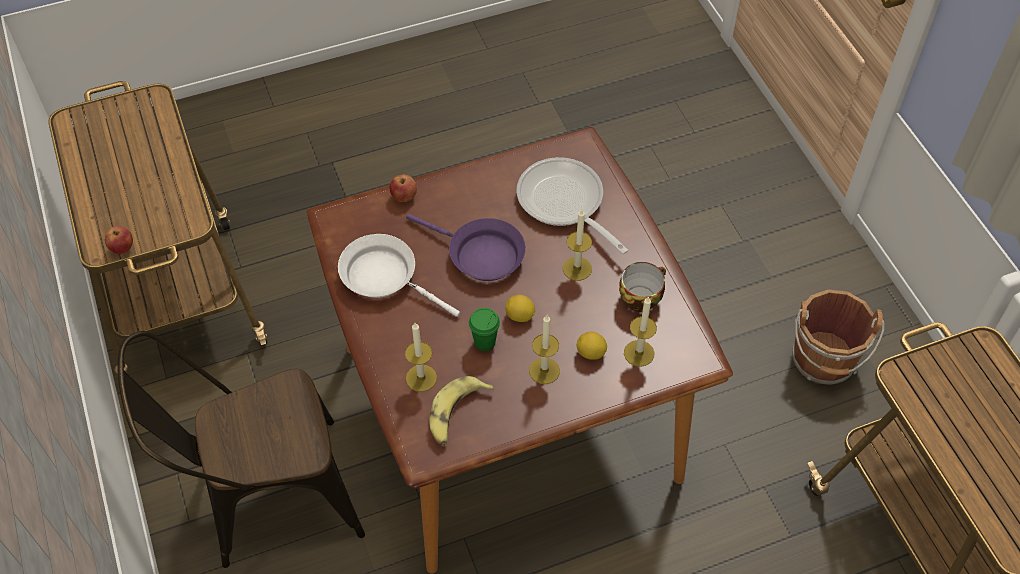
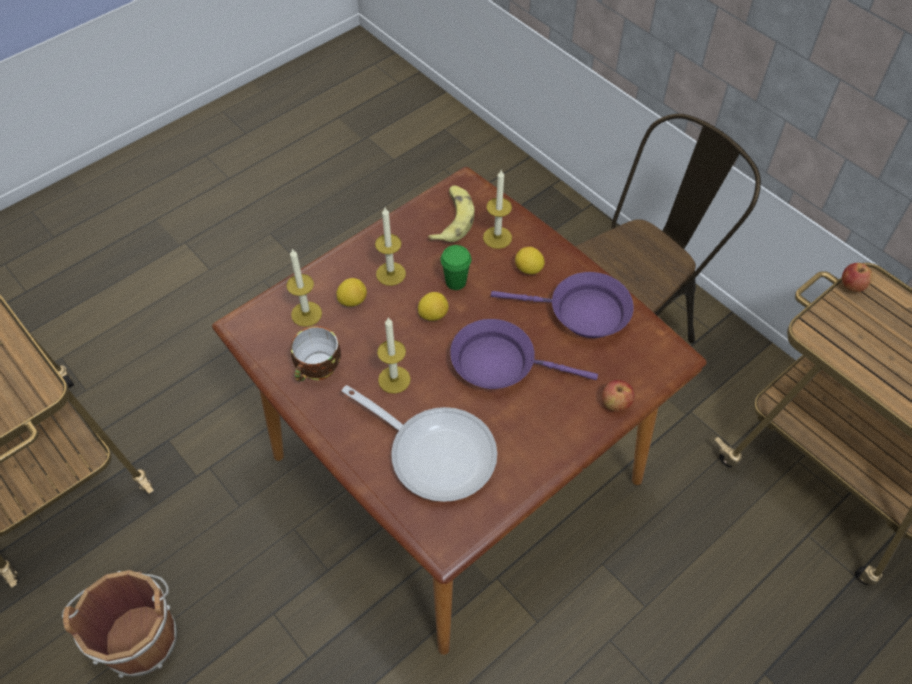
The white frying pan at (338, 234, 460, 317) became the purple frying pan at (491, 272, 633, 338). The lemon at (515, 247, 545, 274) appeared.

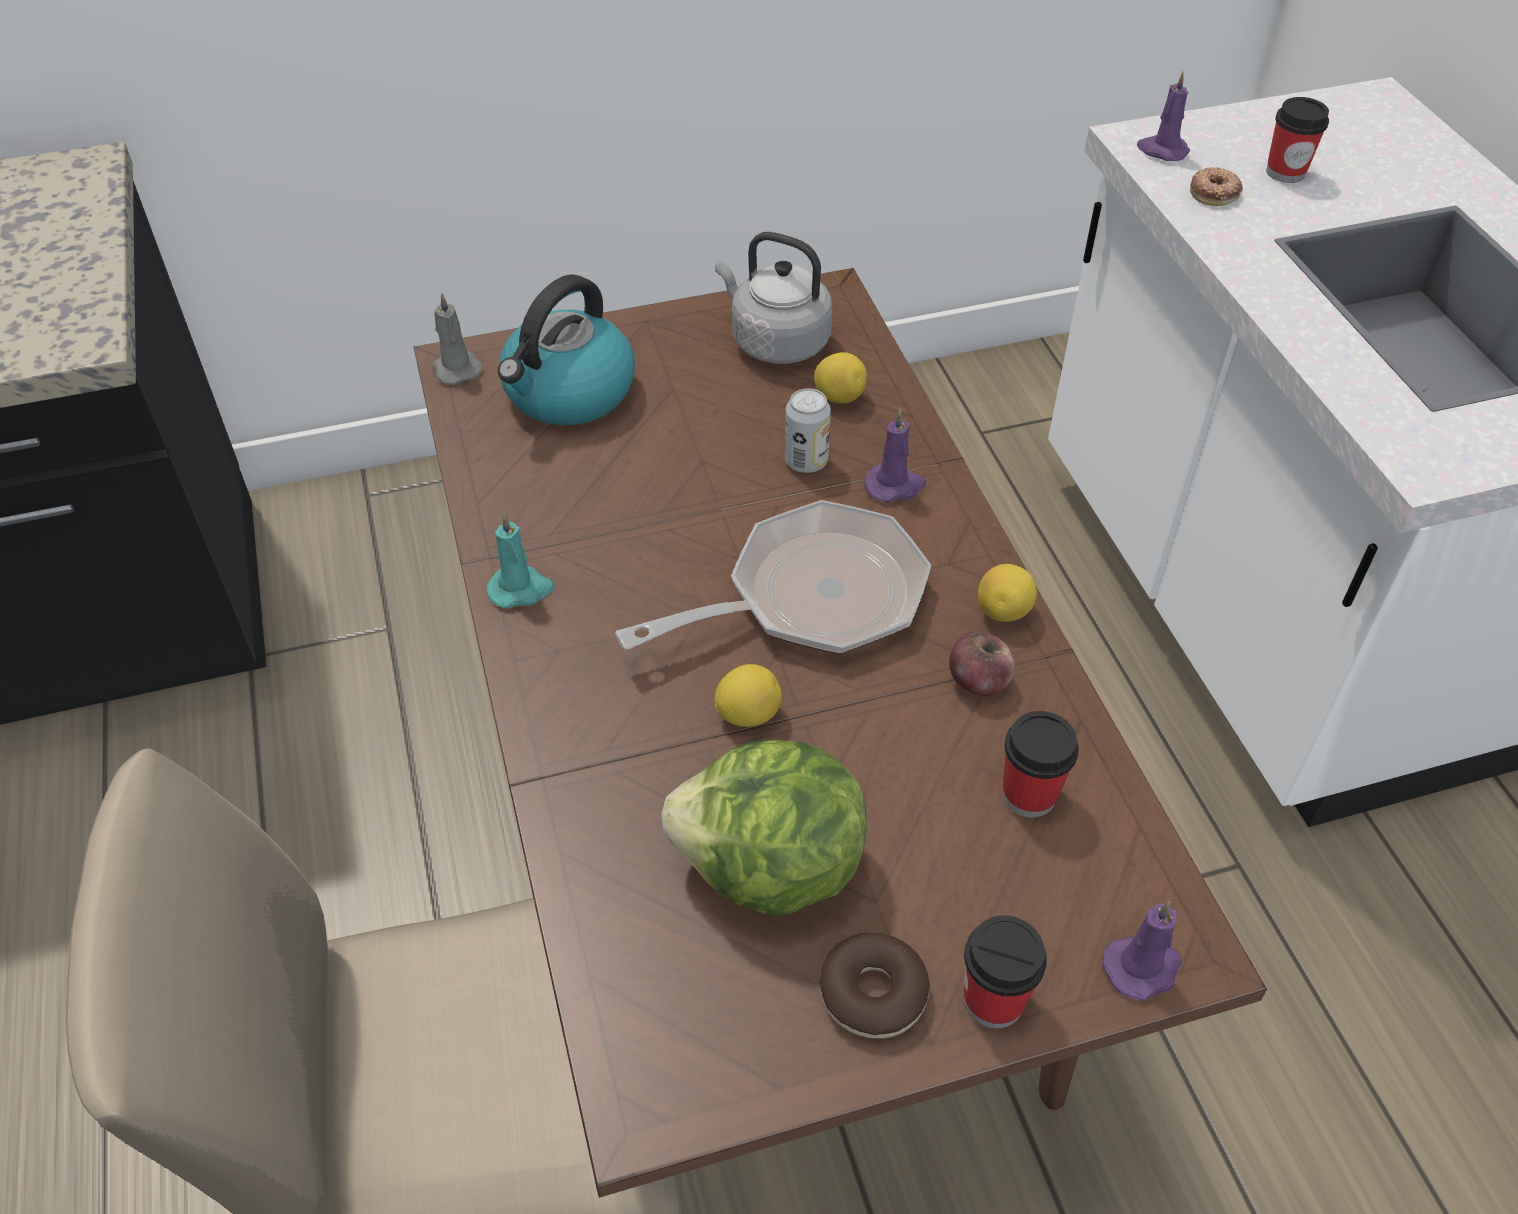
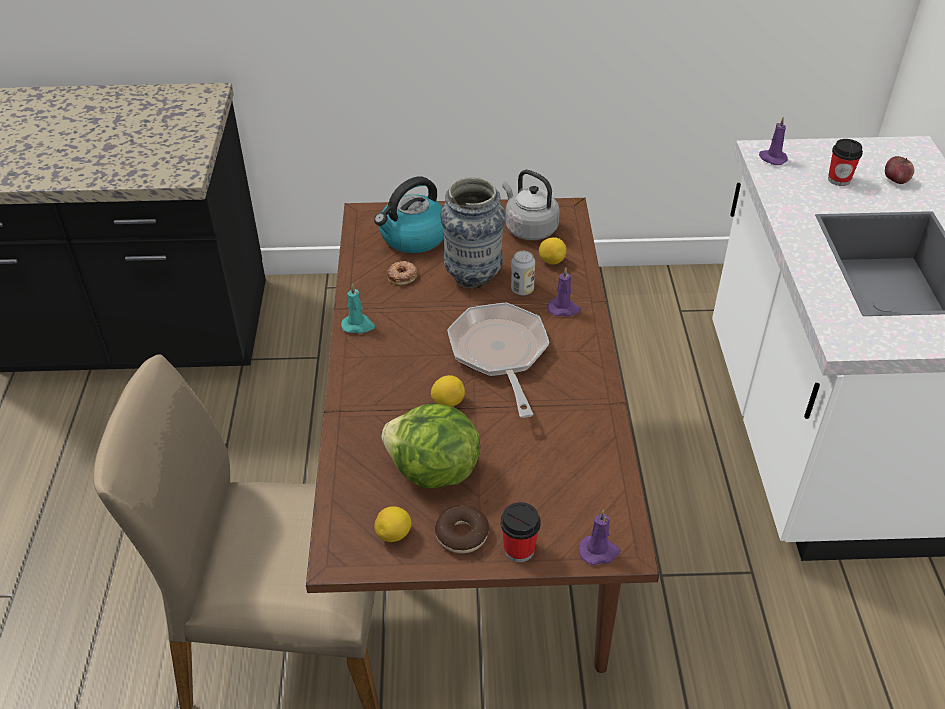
The grey candle at (433, 292, 483, 385) disappeared. The frying pan at (615, 500, 931, 654) turned 90 degrees counterclockwise. The apple moved from (949, 632, 1014, 696) to (885, 156, 914, 184). The lemon moved from (978, 564, 1037, 622) to (375, 506, 411, 542). The cup at (1002, 711, 1079, 817) disappeared. The donut moved from (1190, 167, 1243, 206) to (387, 261, 417, 285). The vase at (440, 177, 506, 289) appeared.

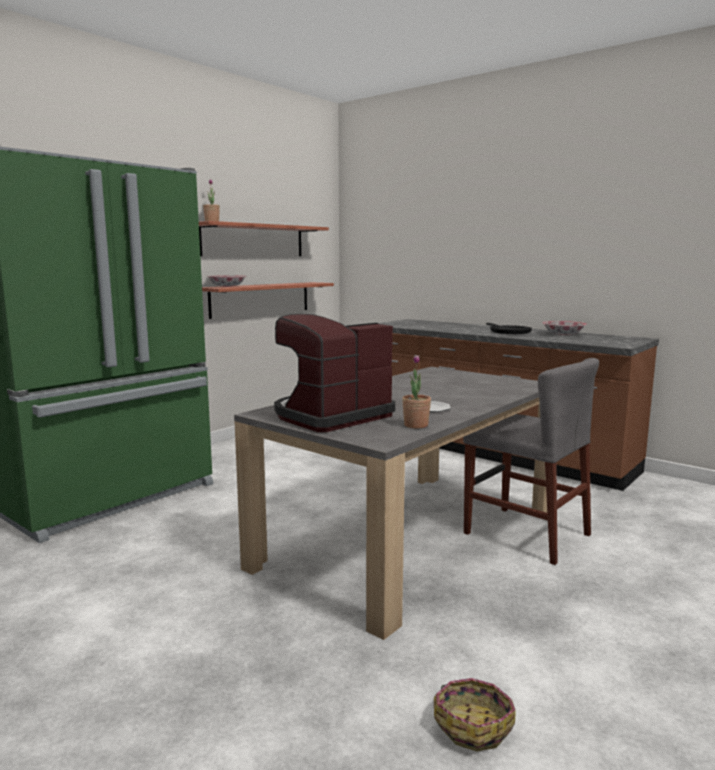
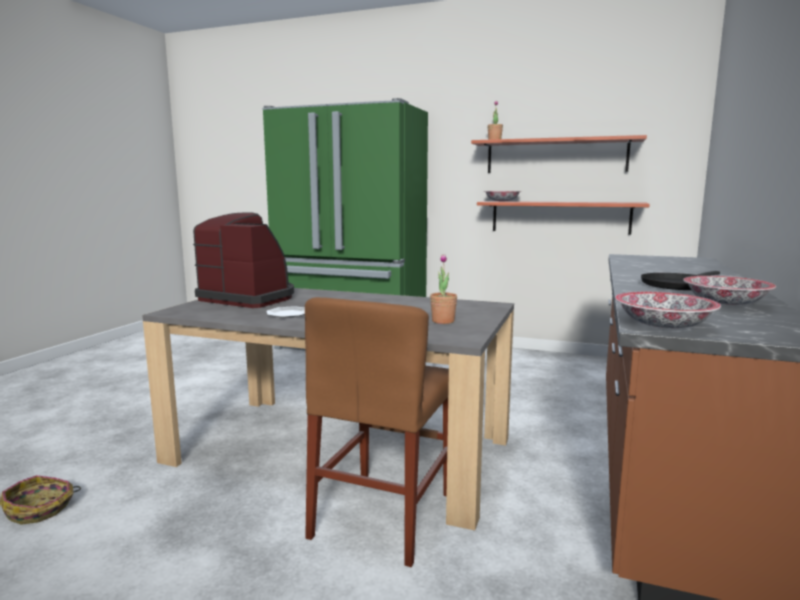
The potted plant moved from (402, 355, 431, 428) to (430, 254, 457, 324). The grey chair at (463, 358, 599, 565) became the brown chair at (305, 297, 449, 567). The bowl at (615, 292, 721, 328) appeared.

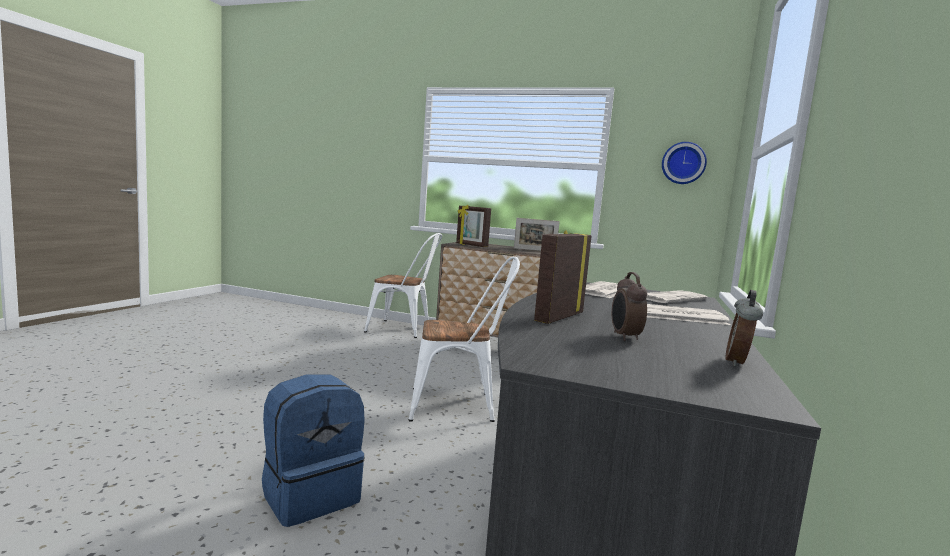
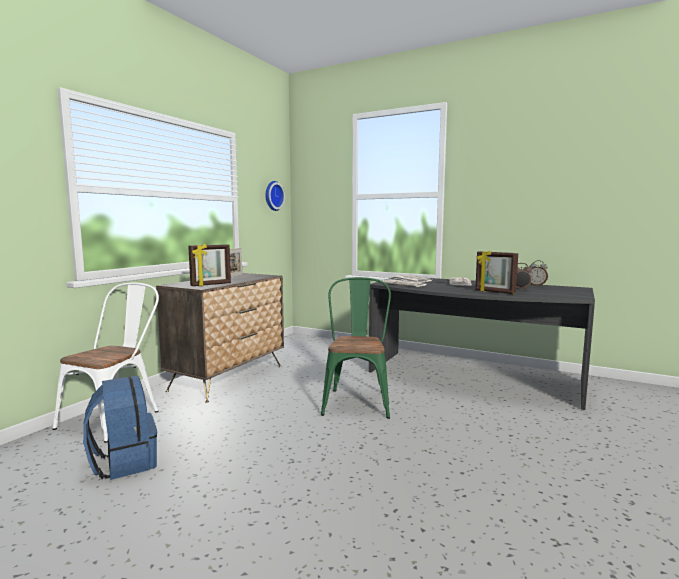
The blue backpack moved from (262, 374, 365, 527) to (83, 375, 157, 480). The white chair at (408, 256, 520, 422) became the green chair at (321, 277, 391, 419).

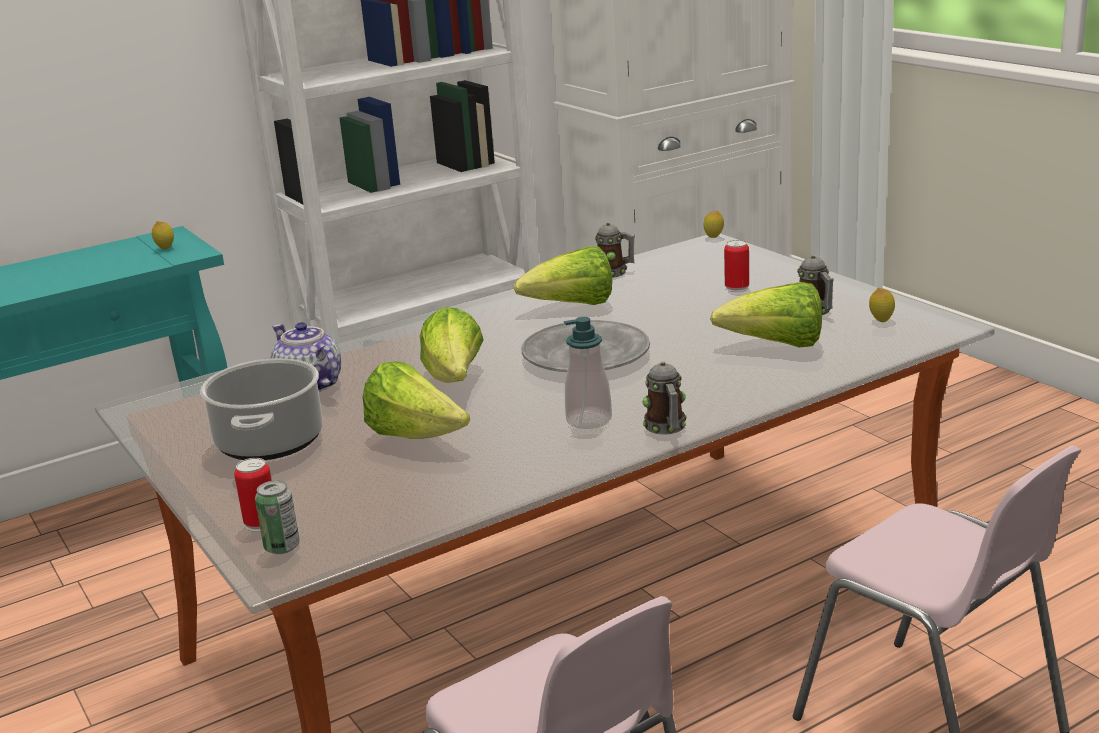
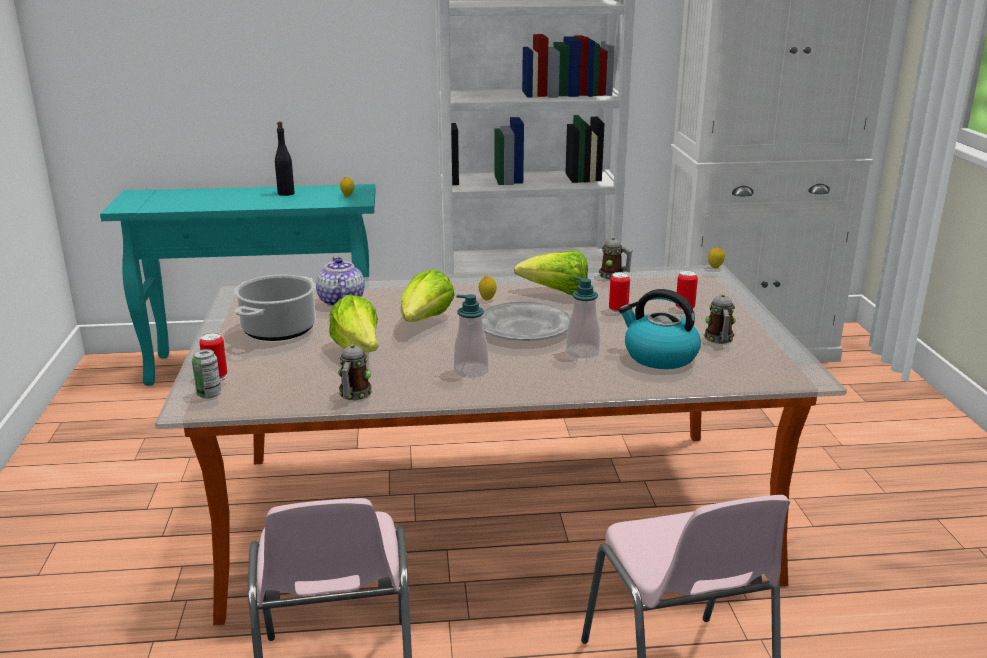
The mug moved from (643, 361, 687, 435) to (338, 344, 372, 400). The lettuce at (710, 282, 822, 347) was replaced by the kettle at (619, 289, 701, 369). The lemon moved from (869, 288, 895, 322) to (479, 275, 497, 300). The black bottle at (275, 122, 295, 196) appeared. The soap dispenser at (566, 276, 600, 359) appeared. The can at (609, 272, 630, 314) appeared.

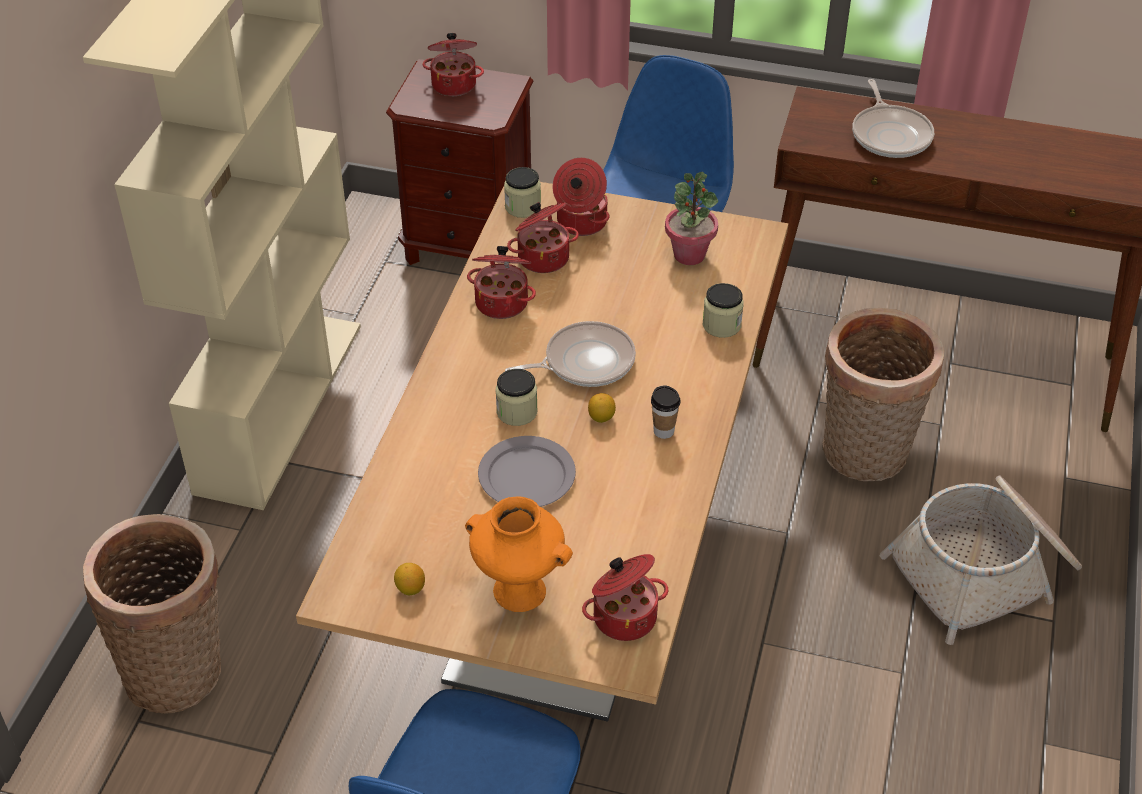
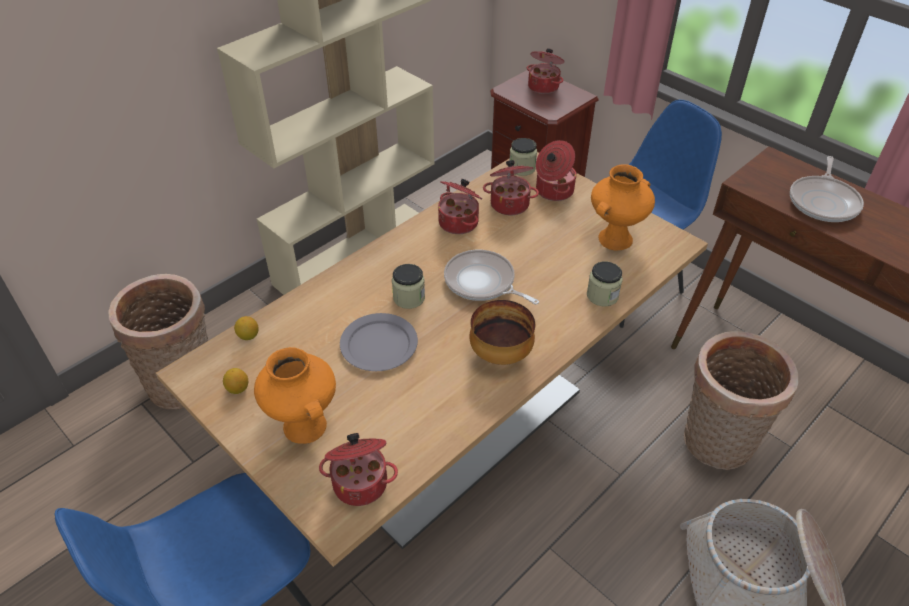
The frying pan at (505, 321, 636, 387) turned 150 degrees counterclockwise. The lemon moved from (588, 393, 616, 423) to (234, 316, 259, 340). The cup at (651, 386, 680, 439) was replaced by the bowl at (469, 300, 535, 365). The potted plant at (665, 172, 718, 265) was replaced by the orange vase at (591, 164, 655, 251).

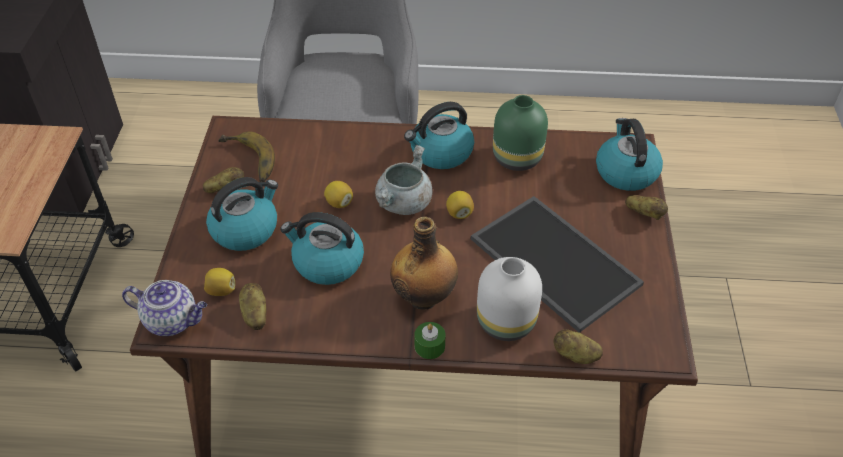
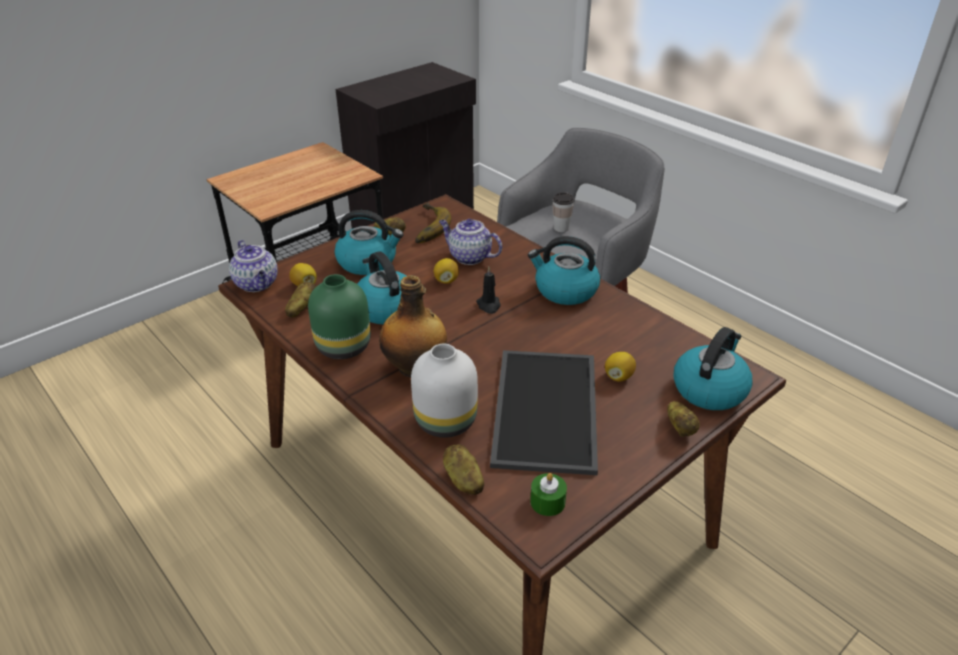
The grey cooking pot at (375, 145, 433, 215) was replaced by the black candle at (476, 267, 500, 314). The green candle moved from (414, 322, 445, 359) to (530, 473, 567, 516). The lemon moved from (446, 191, 474, 219) to (605, 352, 636, 382). The green vase moved from (493, 95, 548, 171) to (308, 274, 371, 359). The teapot at (439, 219, 502, 265) appeared. The cup at (553, 192, 574, 232) appeared.

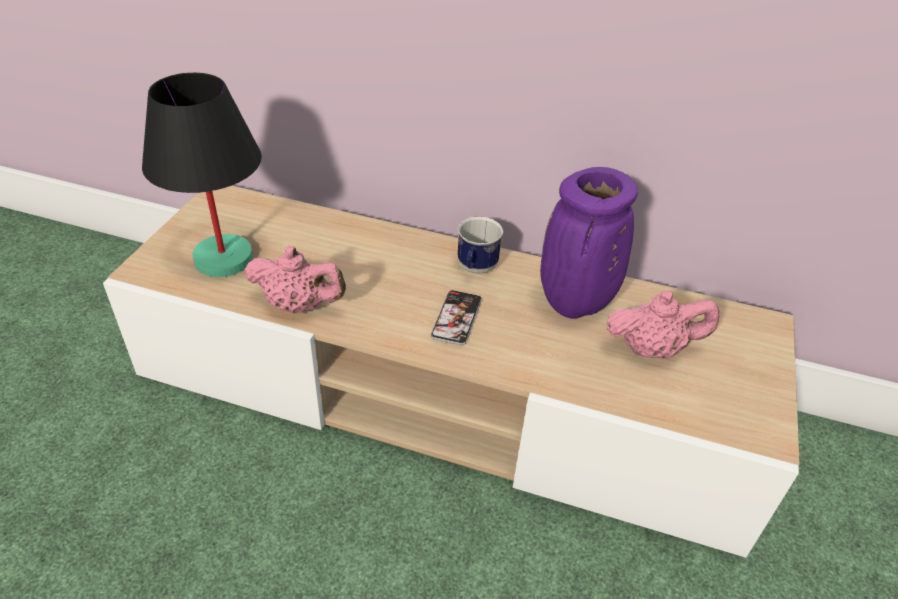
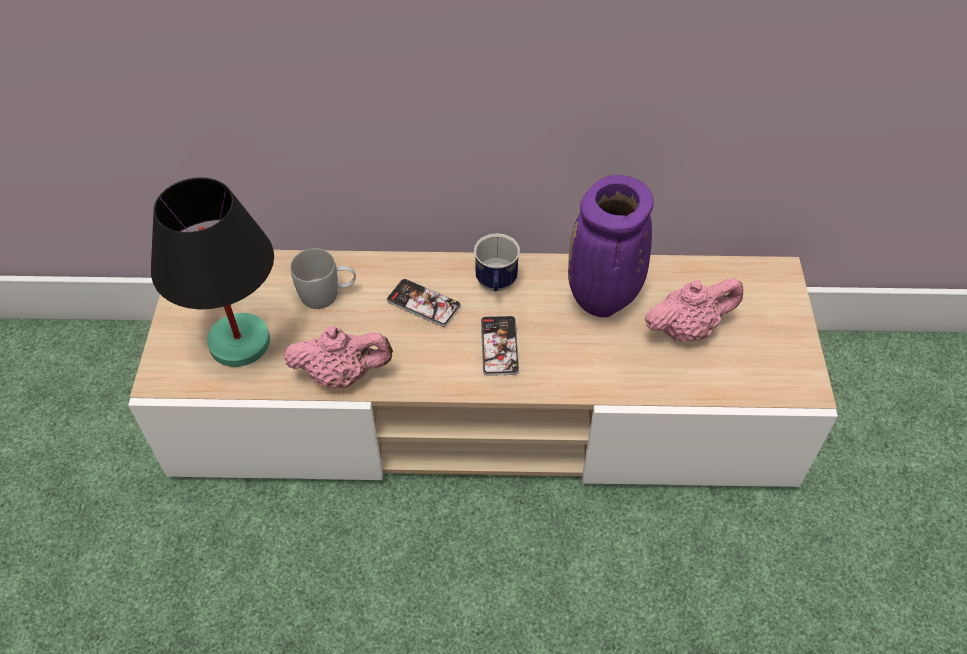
The white mug at (290, 248, 356, 309) appeared. The phone at (387, 279, 461, 327) appeared.

